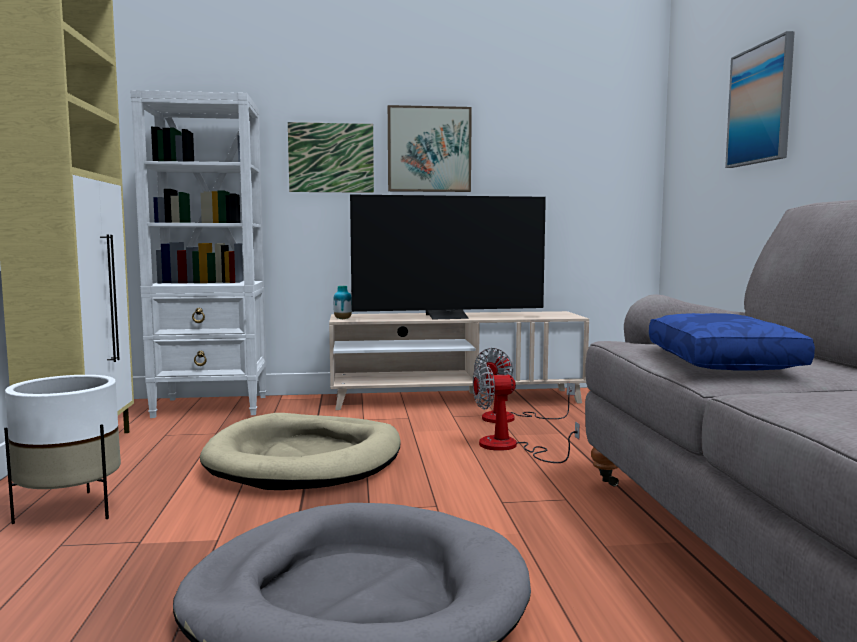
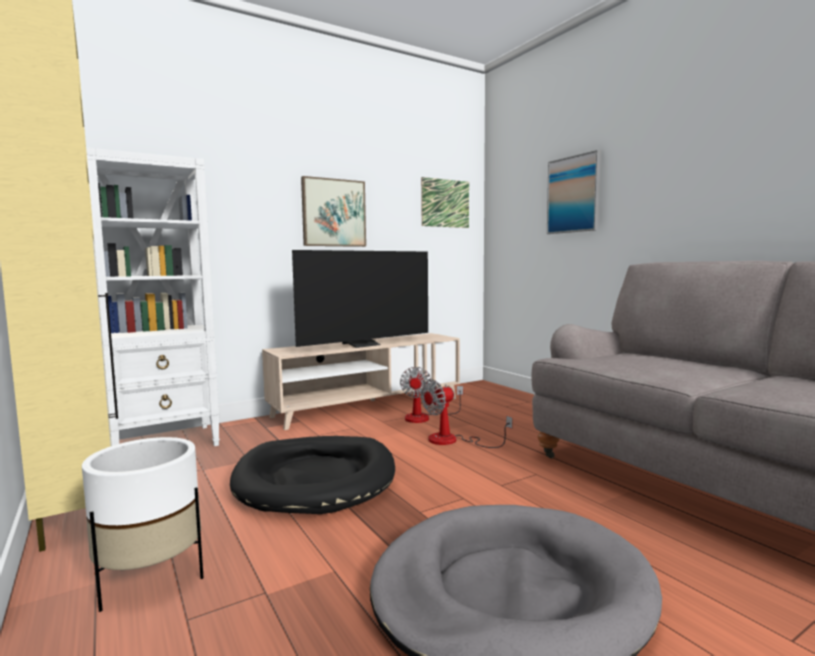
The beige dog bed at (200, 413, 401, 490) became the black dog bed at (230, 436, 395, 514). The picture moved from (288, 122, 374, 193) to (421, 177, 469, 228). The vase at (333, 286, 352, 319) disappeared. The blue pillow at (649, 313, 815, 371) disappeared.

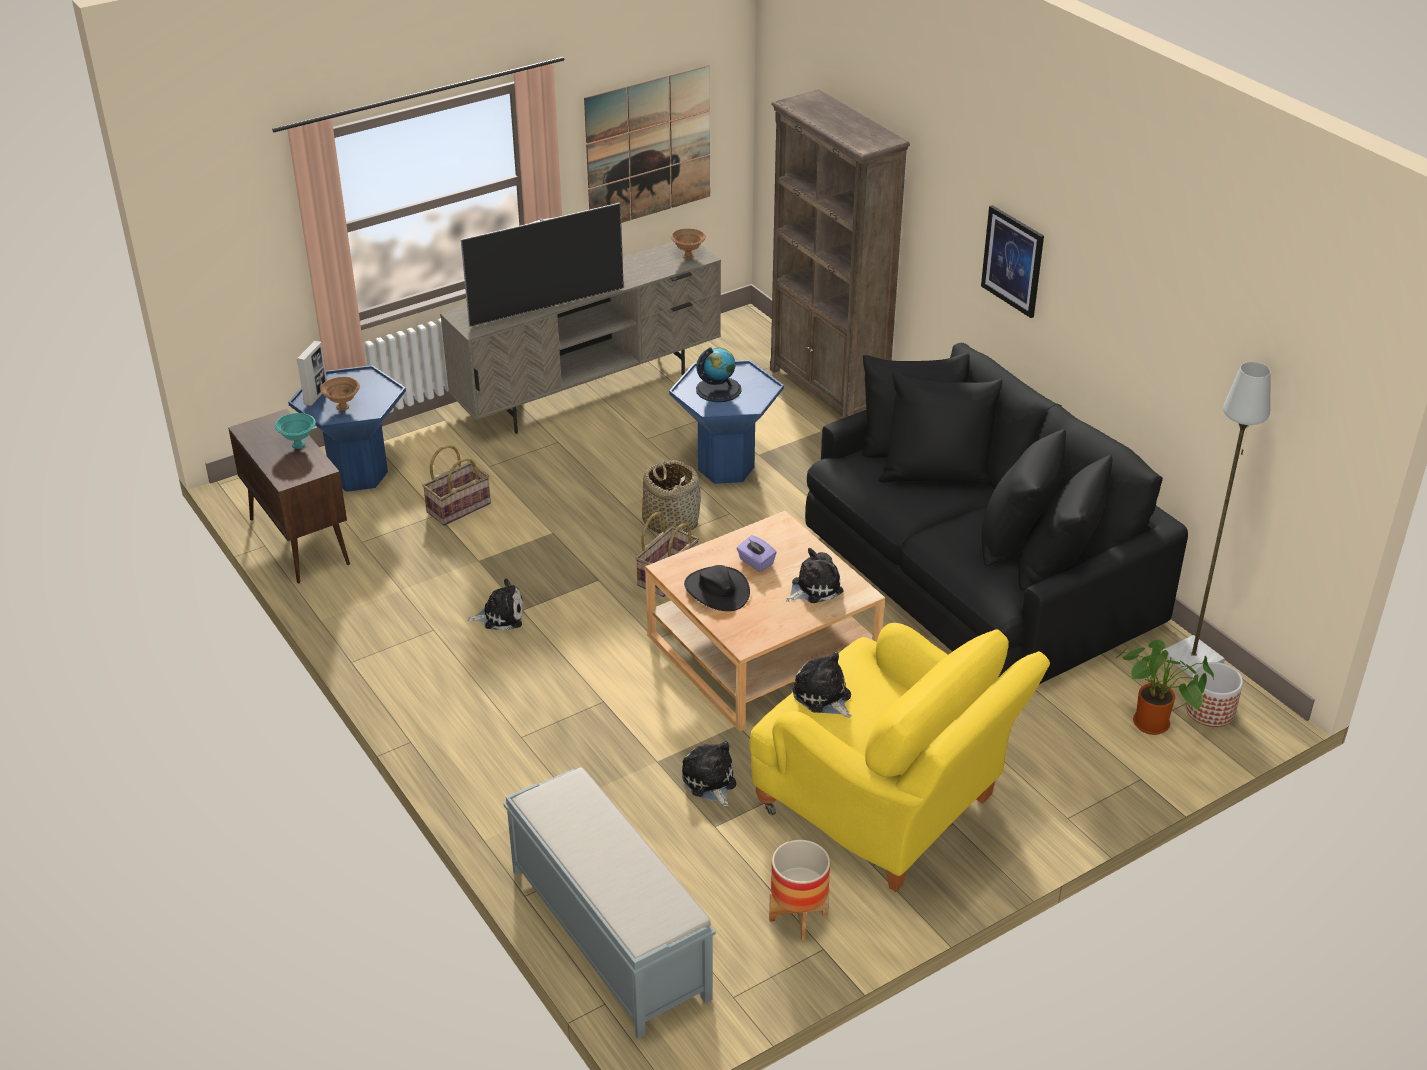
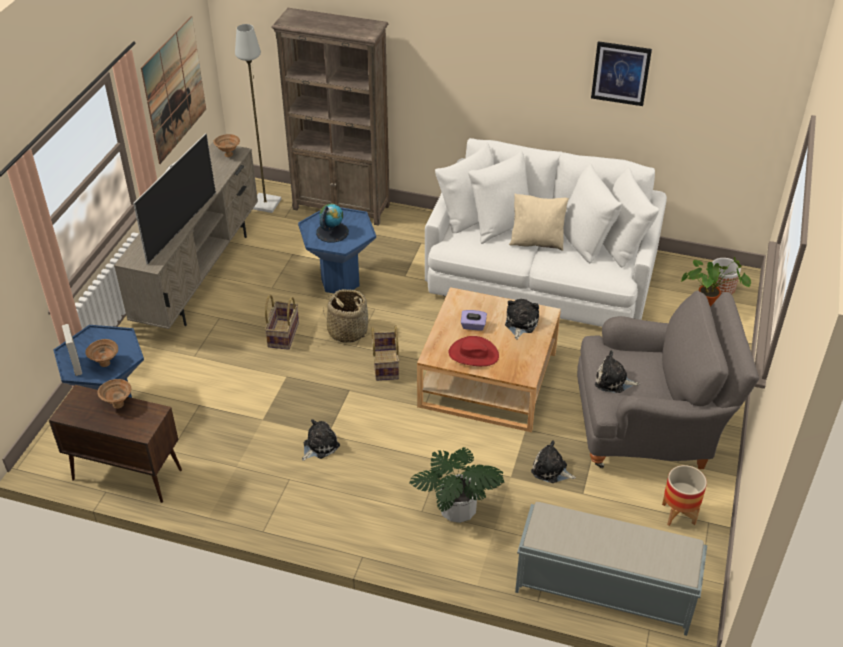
The turquoise bowl at (275, 413, 316, 449) became the brown bowl at (97, 379, 131, 409). The basket moved from (422, 445, 491, 526) to (265, 295, 299, 350). The black hat at (684, 565, 750, 611) became the red hat at (448, 336, 499, 366). The yellow armchair at (750, 623, 1050, 892) became the grey armchair at (577, 291, 759, 469). The black sofa at (805, 343, 1188, 684) became the white sofa at (425, 138, 667, 327). The picture moved from (981, 205, 1044, 318) to (591, 41, 652, 106). The grey floor lamp moved from (1162, 362, 1271, 677) to (235, 24, 281, 213). The potted plant at (409, 447, 504, 523) appeared. The beige pillow at (509, 194, 569, 251) appeared.

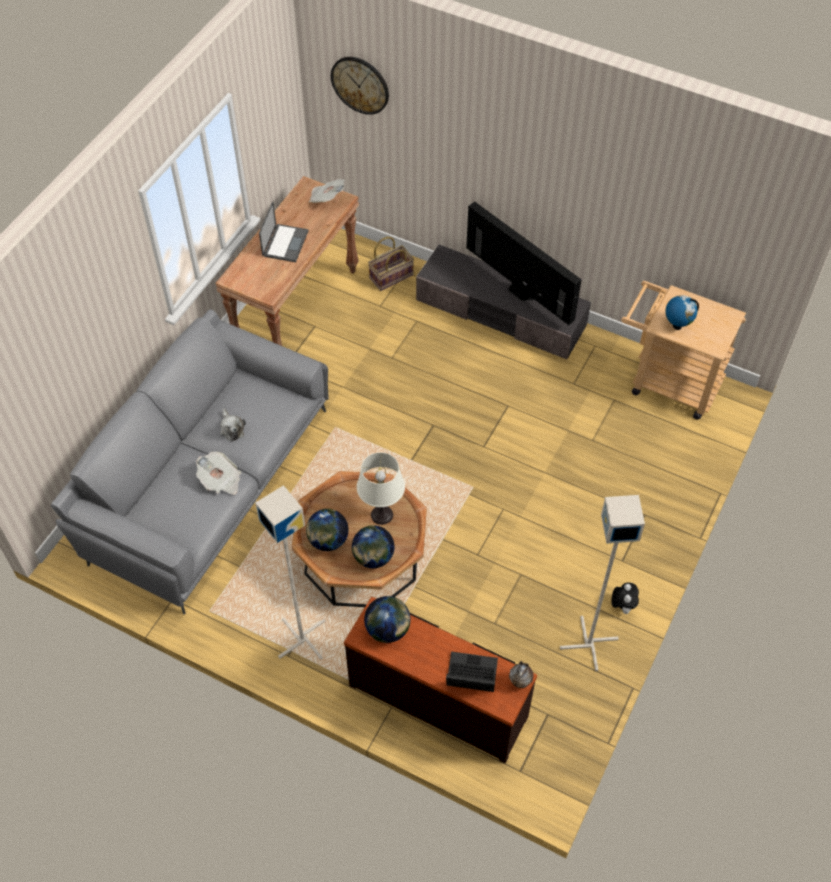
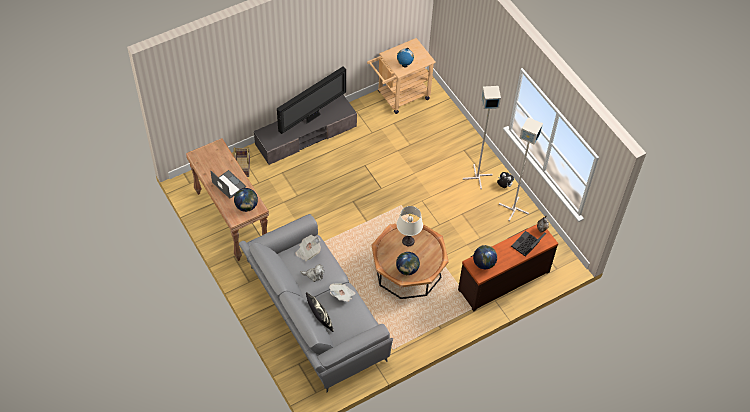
The grey floor lamp moved from (255, 485, 326, 660) to (463, 86, 501, 189). The newspaper moved from (309, 179, 345, 203) to (296, 235, 321, 261). The wall clock at (331, 57, 389, 115) disappeared. The globe moved from (352, 525, 394, 568) to (234, 188, 258, 212). The television at (466, 202, 582, 325) turned 150 degrees clockwise. The pillow at (306, 292, 334, 332) appeared.

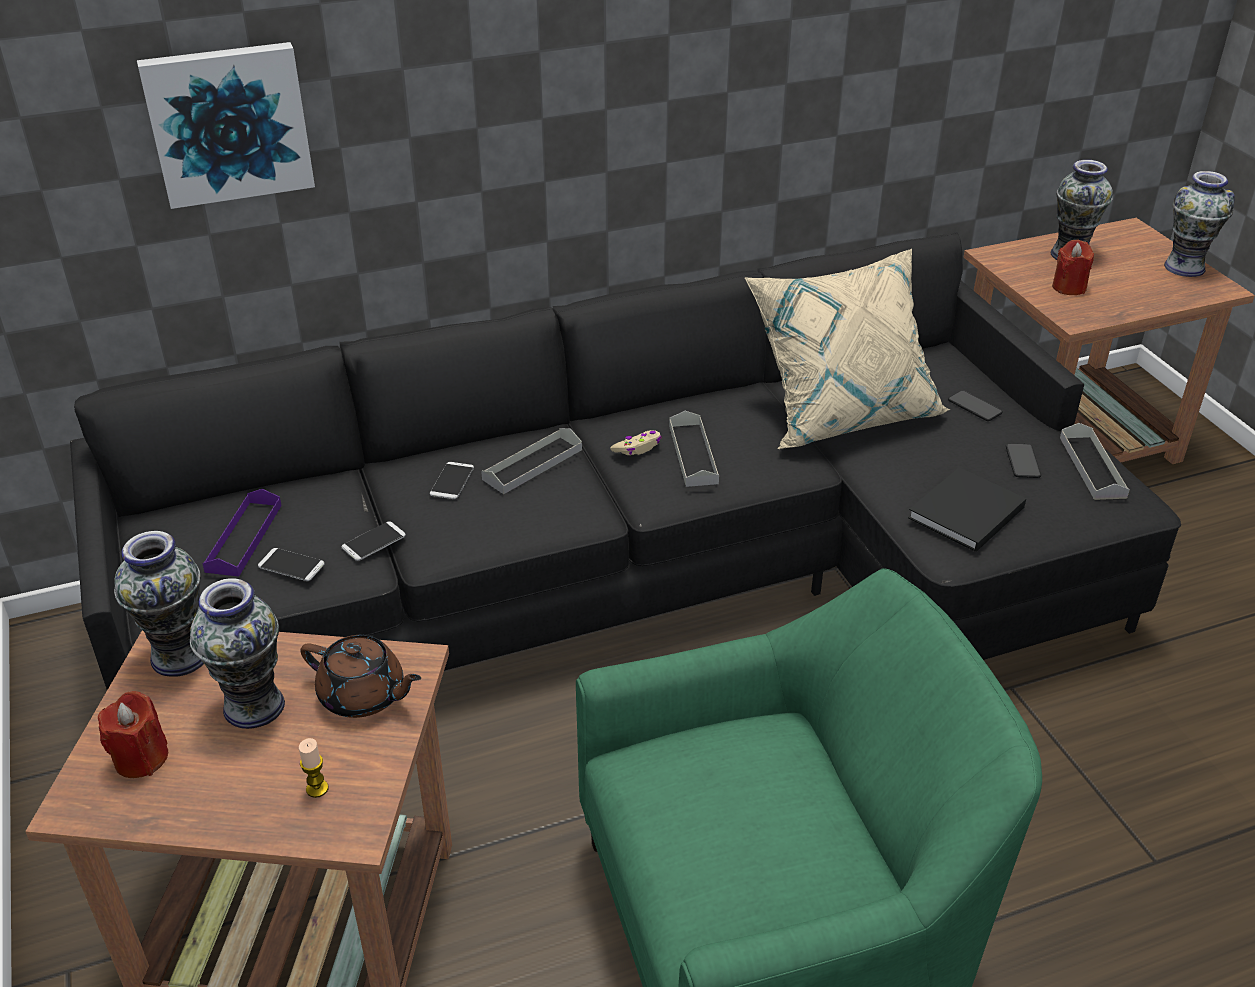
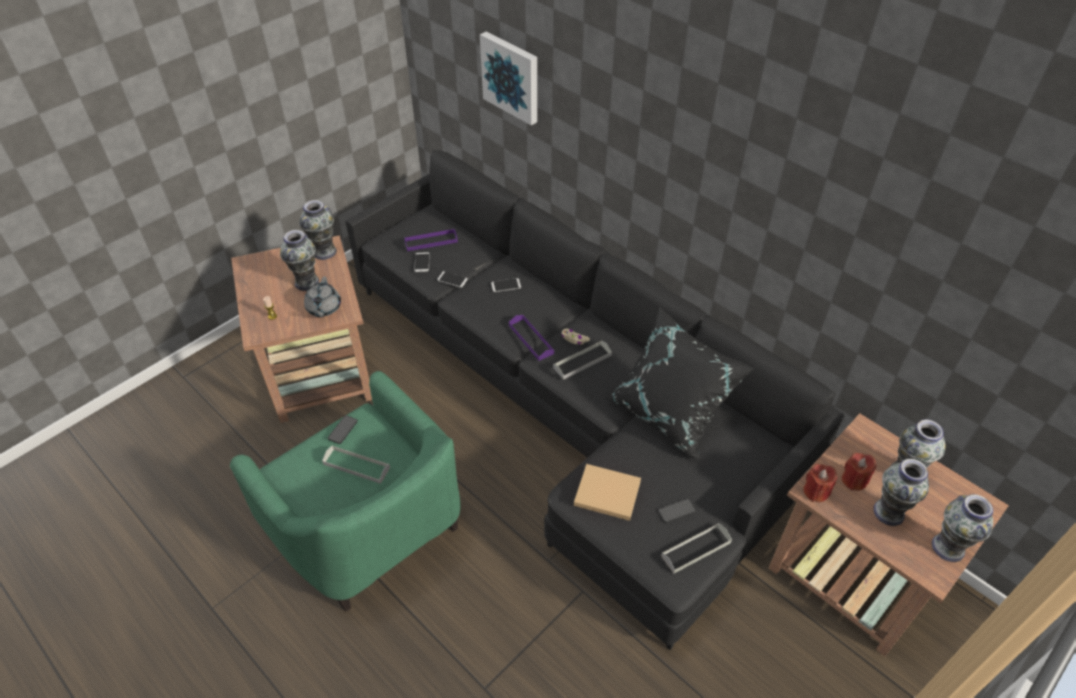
The red candle moved from (98, 691, 168, 778) to (803, 464, 837, 502). The brown teapot at (300, 635, 421, 718) became the grey teapot at (304, 276, 341, 317). The grey tray moved from (481, 428, 582, 494) to (322, 445, 390, 484). The beige pillow at (745, 249, 950, 449) became the black pillow at (607, 306, 755, 461). The black book at (908, 468, 1026, 552) became the beige book at (574, 464, 641, 521). The phone moved from (948, 390, 1003, 421) to (328, 415, 358, 444). The purple tray at (509, 315, 554, 361) appeared. The vase at (873, 459, 929, 526) appeared.

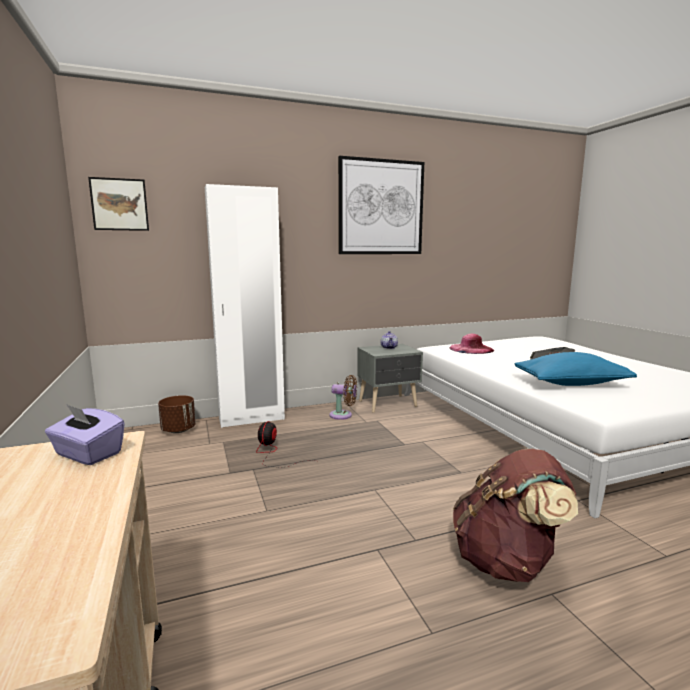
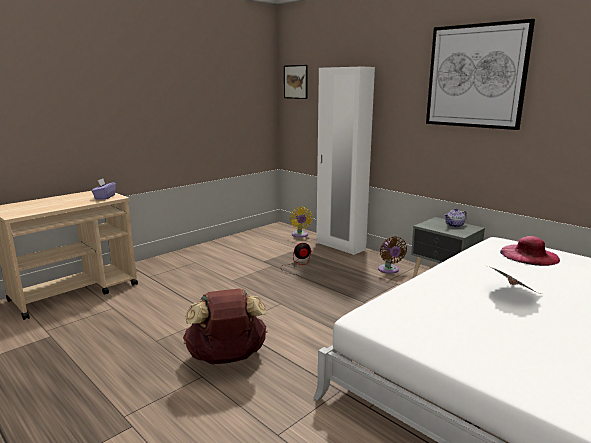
The brown planter at (158, 395, 196, 433) was replaced by the yellow fan at (290, 207, 313, 237). The blue pillow at (514, 352, 637, 386) disappeared.

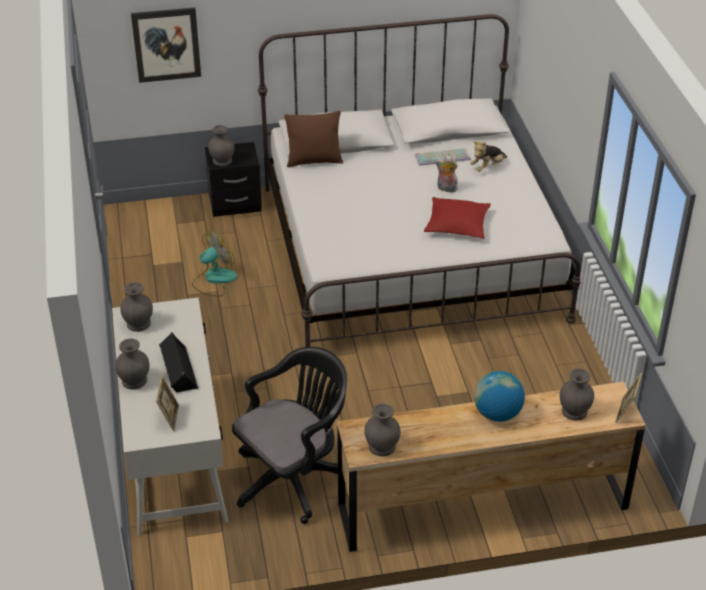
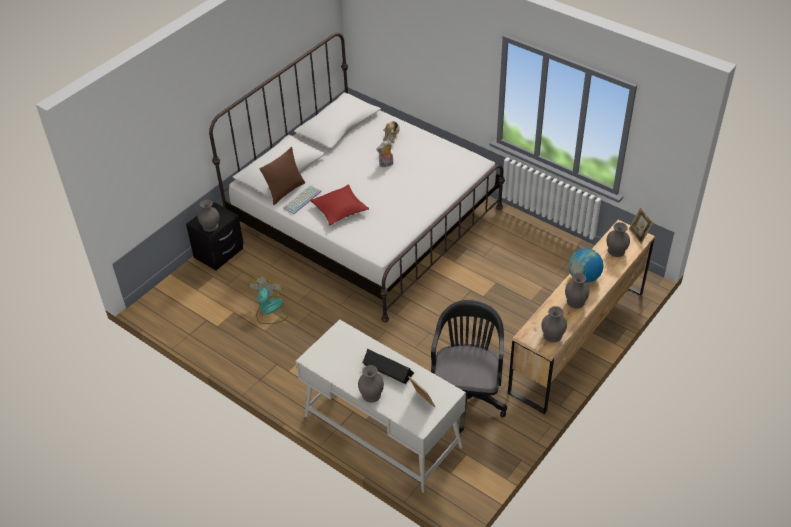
The grey vase moved from (120, 283, 153, 332) to (565, 273, 589, 308). The picture at (131, 7, 201, 83) disappeared. The keyboard moved from (415, 148, 471, 166) to (283, 185, 322, 214). The red pillow moved from (424, 197, 491, 239) to (310, 184, 369, 225).

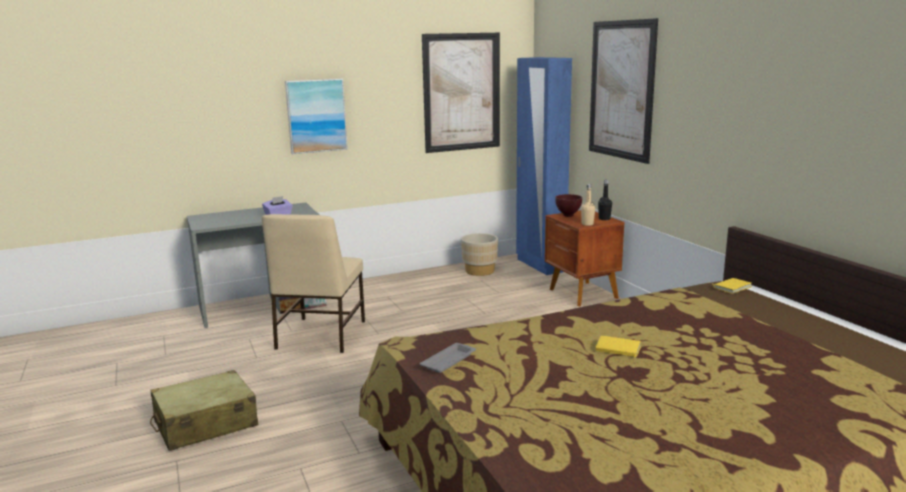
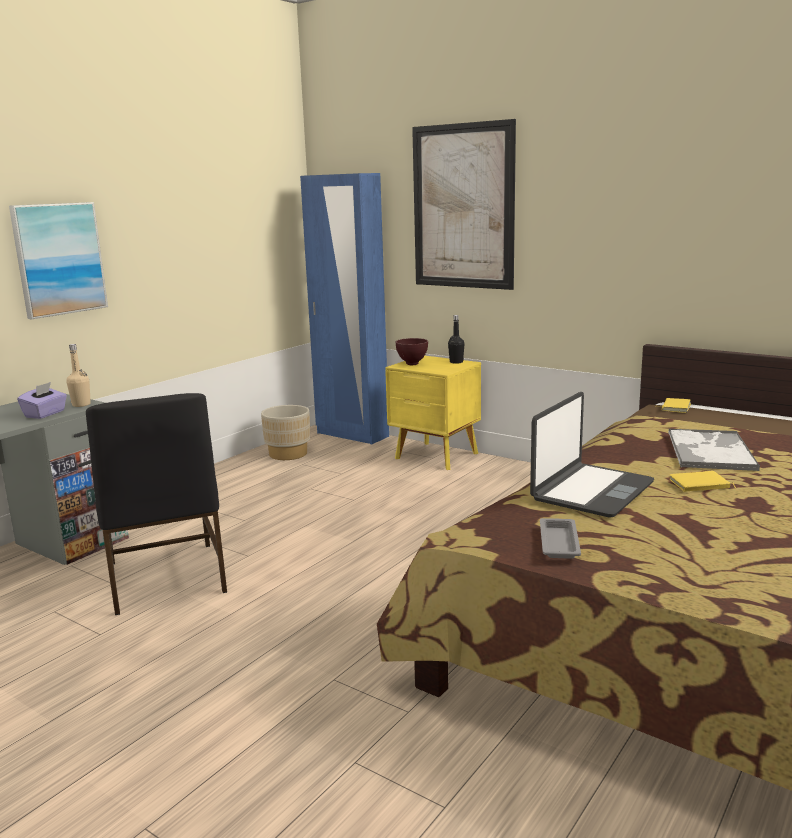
The beige suitcase at (150, 370, 258, 451) disappeared. The beige chair at (262, 214, 365, 353) became the black chair at (86, 393, 227, 615). The picture at (422, 33, 500, 153) disappeared. The brown nightstand at (545, 210, 624, 306) became the yellow nightstand at (385, 356, 481, 470). The beige bottle moved from (581, 184, 595, 226) to (66, 344, 91, 407). The laptop at (530, 392, 654, 518) appeared. The tray at (668, 429, 760, 471) appeared.

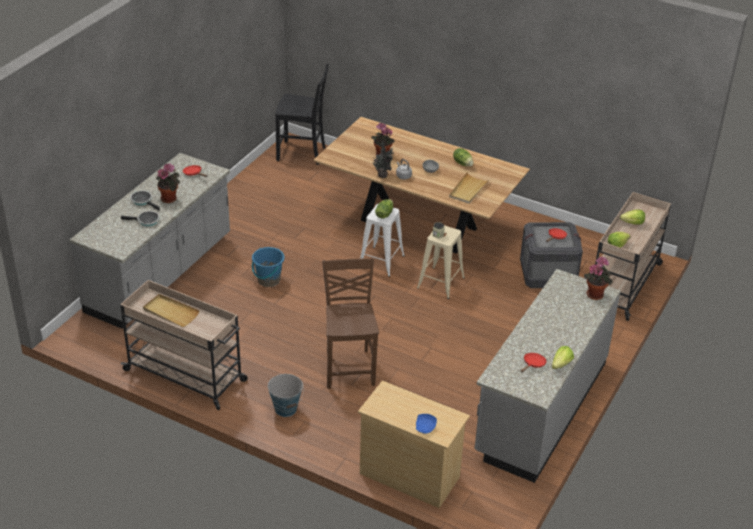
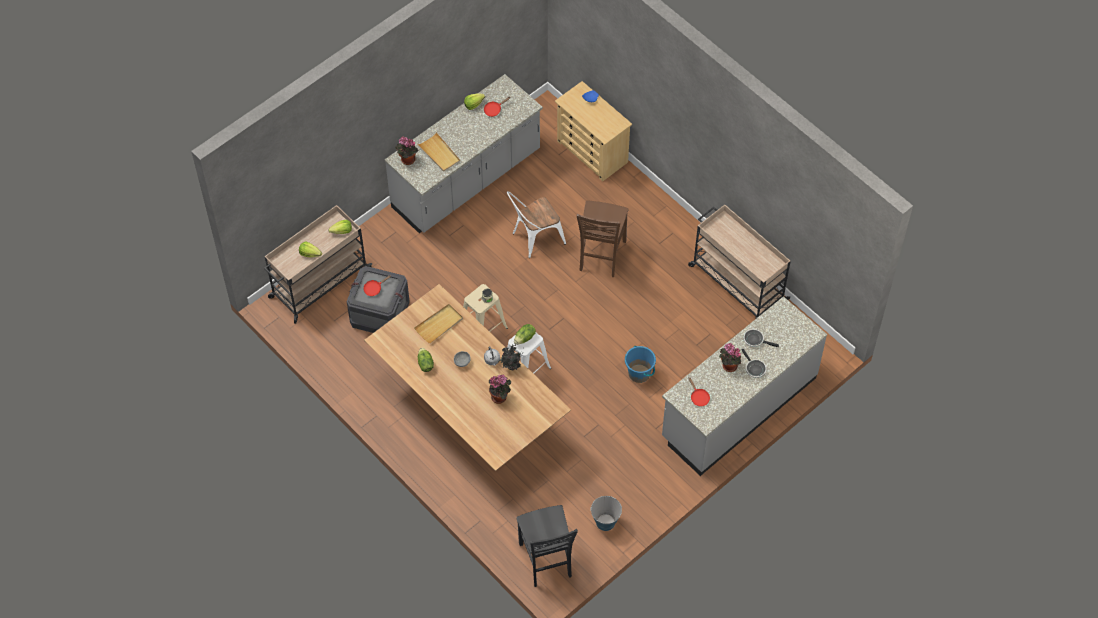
The beige tray moved from (143, 294, 200, 327) to (418, 132, 460, 172). The bucket moved from (268, 374, 304, 417) to (590, 496, 622, 531). The black chair at (275, 64, 329, 165) turned 135 degrees counterclockwise. The white chair at (507, 191, 566, 258) appeared.

